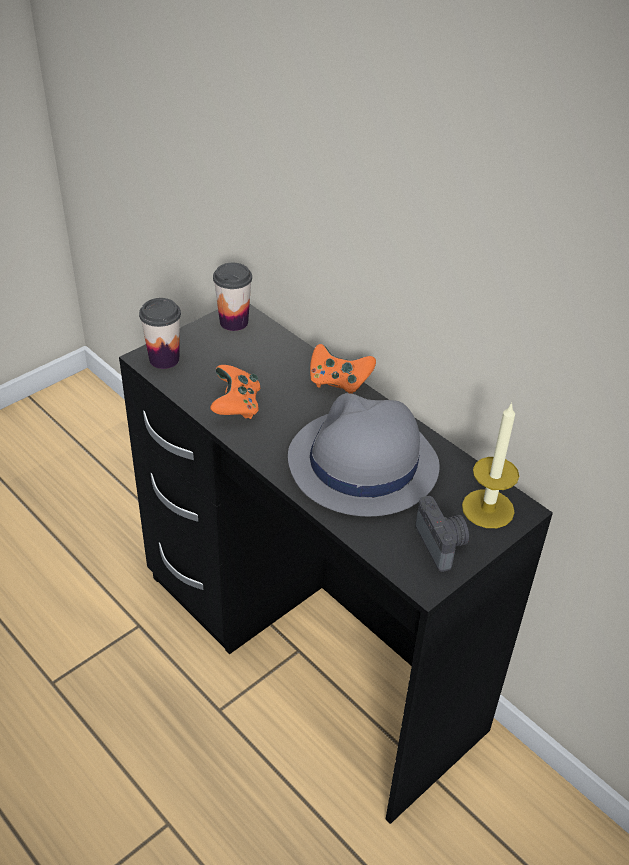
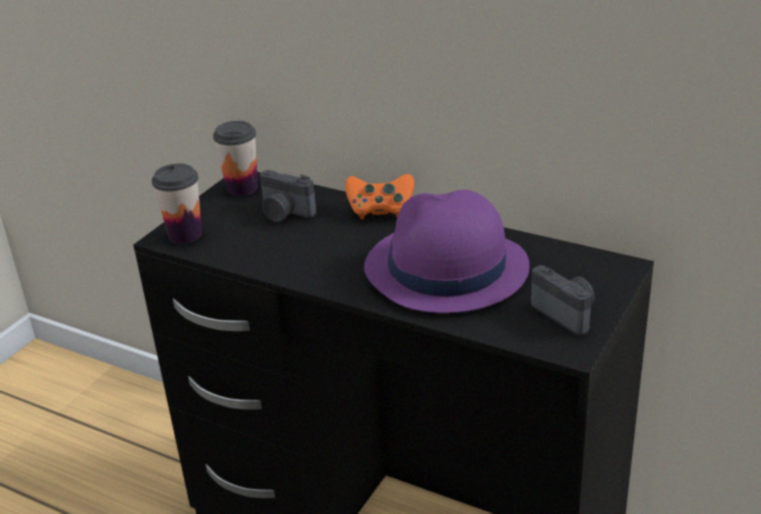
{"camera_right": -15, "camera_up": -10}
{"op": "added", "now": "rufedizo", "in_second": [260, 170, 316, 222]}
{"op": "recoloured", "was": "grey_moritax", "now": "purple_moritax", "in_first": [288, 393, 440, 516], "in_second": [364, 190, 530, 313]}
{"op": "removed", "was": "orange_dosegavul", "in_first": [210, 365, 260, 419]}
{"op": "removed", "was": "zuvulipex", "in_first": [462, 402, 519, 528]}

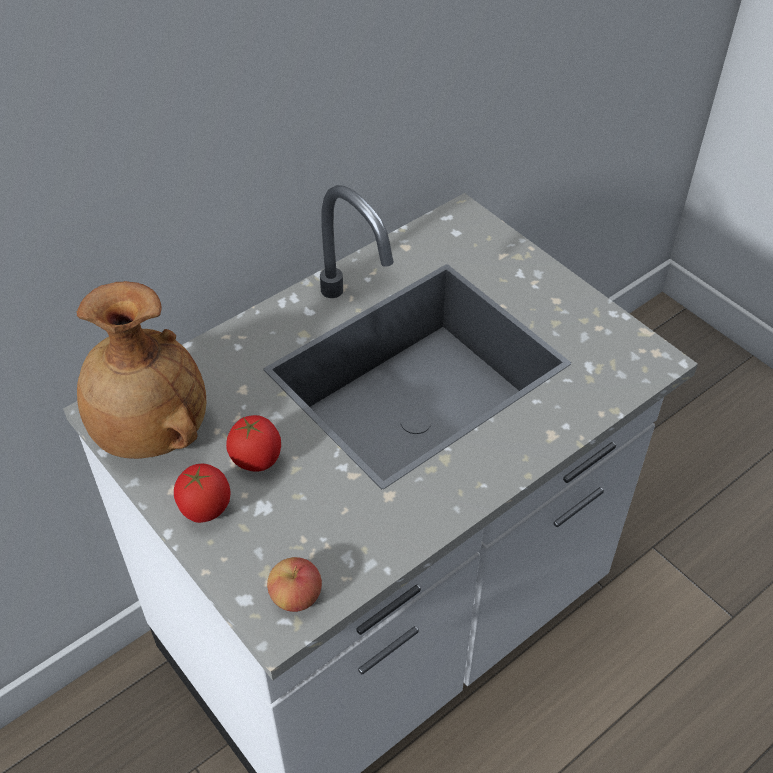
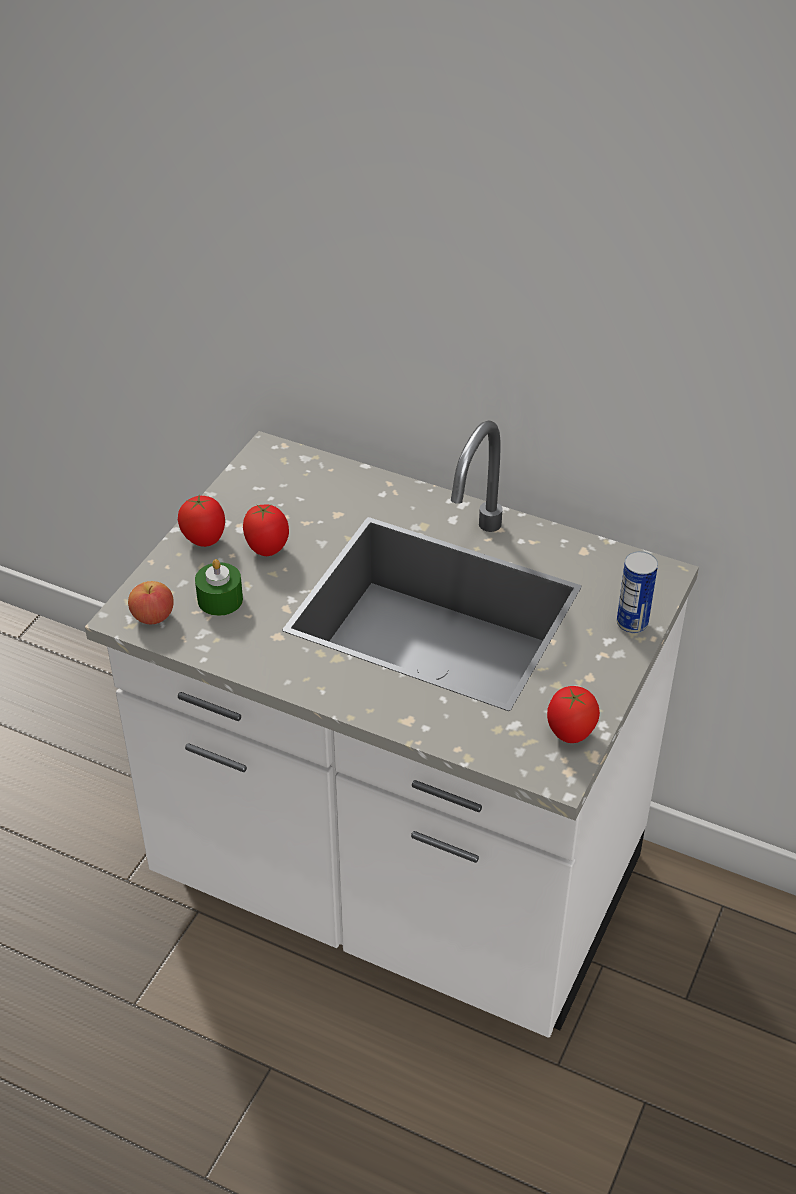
{"camera_right": 65, "camera_up": -5}
{"op": "added", "now": "green_zuvulipex", "in_second": [195, 559, 243, 616]}
{"op": "added", "now": "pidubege", "in_second": [547, 686, 600, 743]}
{"op": "added", "now": "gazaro", "in_second": [617, 551, 658, 633]}
{"op": "removed", "was": "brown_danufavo", "in_first": [77, 281, 207, 459]}

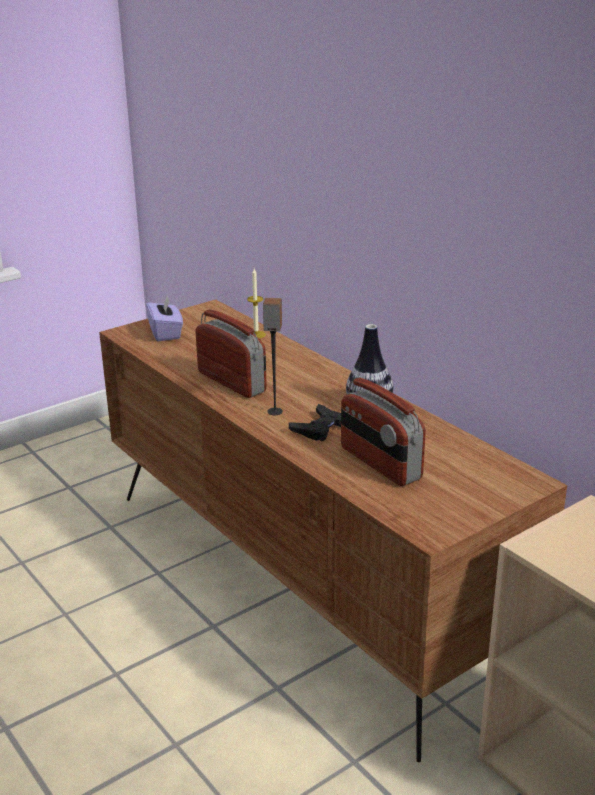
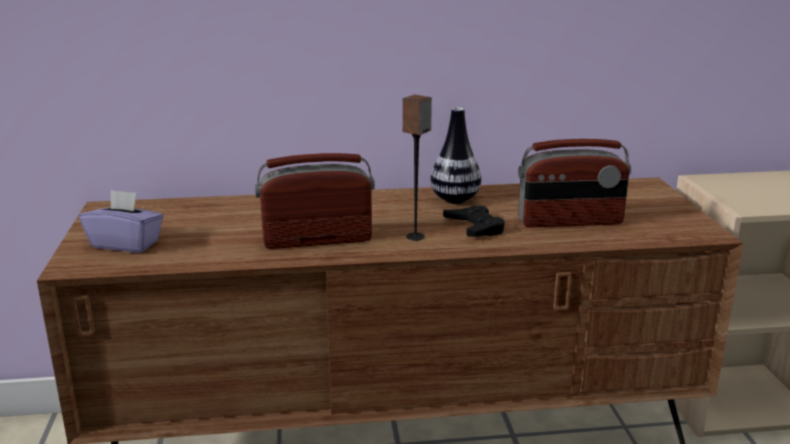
{"camera_right": -60, "camera_up": -5}
{"op": "removed", "was": "zuvulipex", "in_first": [247, 269, 266, 338]}

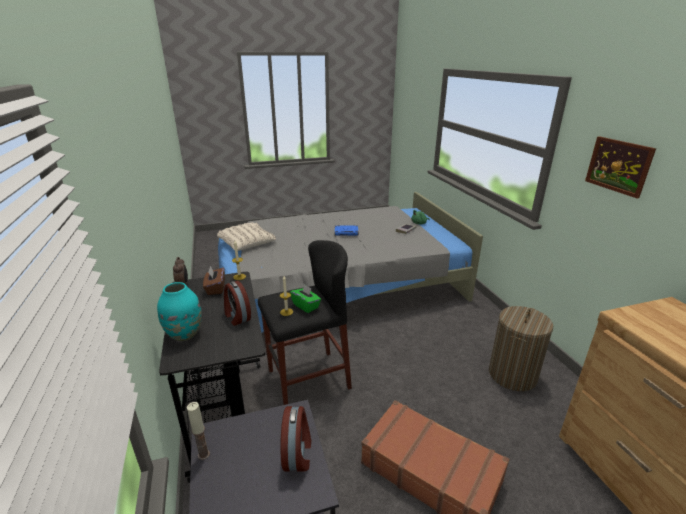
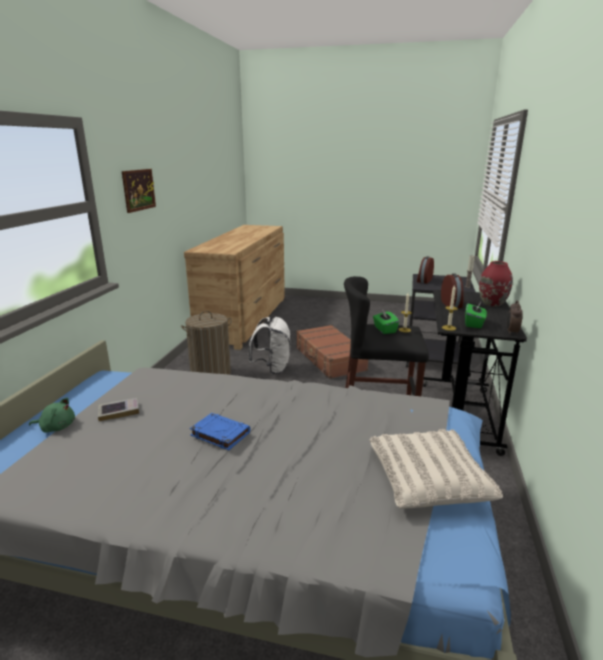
{"camera_right": -150, "camera_up": -5}
{"op": "added", "now": "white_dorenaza", "in_second": [248, 317, 291, 375]}
{"op": "recoloured", "was": "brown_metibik", "now": "green_metibik", "in_first": [203, 266, 225, 295], "in_second": [465, 302, 487, 328]}
{"op": "recoloured", "was": "turquoise_danufavo", "now": "red_danufavo", "in_first": [157, 282, 202, 341], "in_second": [479, 261, 513, 306]}

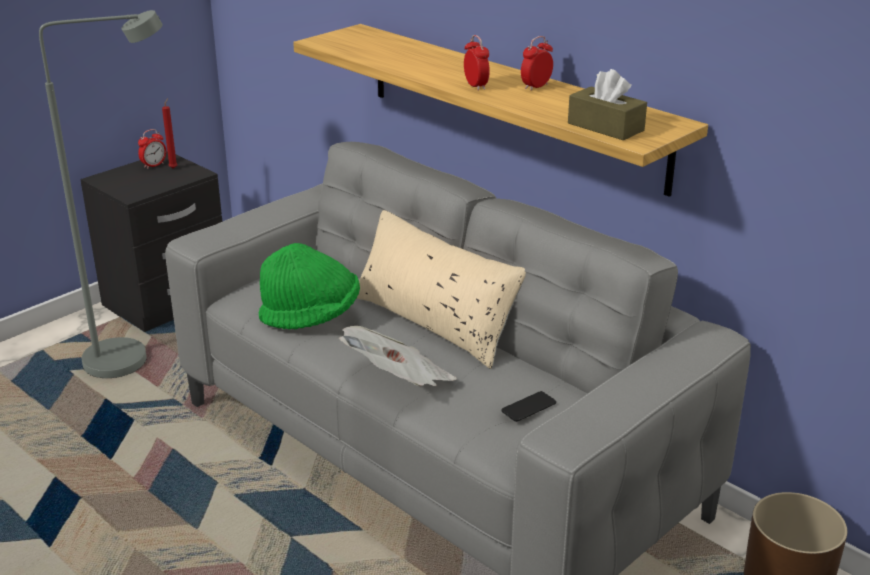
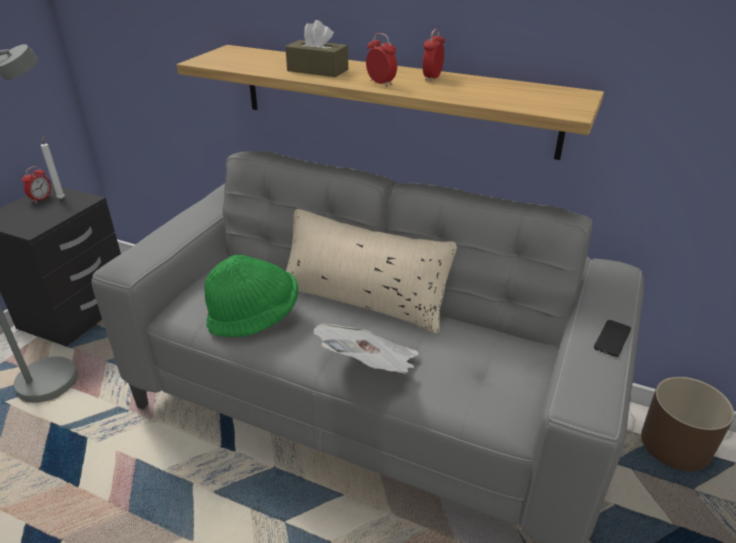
{"camera_right": -20, "camera_up": 5}
{"op": "recoloured", "was": "red_zuvulipex", "now": "white_zuvulipex", "in_first": [162, 98, 178, 169], "in_second": [41, 136, 65, 199]}
{"op": "moved", "was": "brown_metibik", "in_first": [568, 69, 647, 140], "in_second": [285, 20, 348, 77]}
{"op": "moved", "was": "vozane", "in_first": [501, 391, 556, 422], "in_second": [594, 320, 631, 357]}

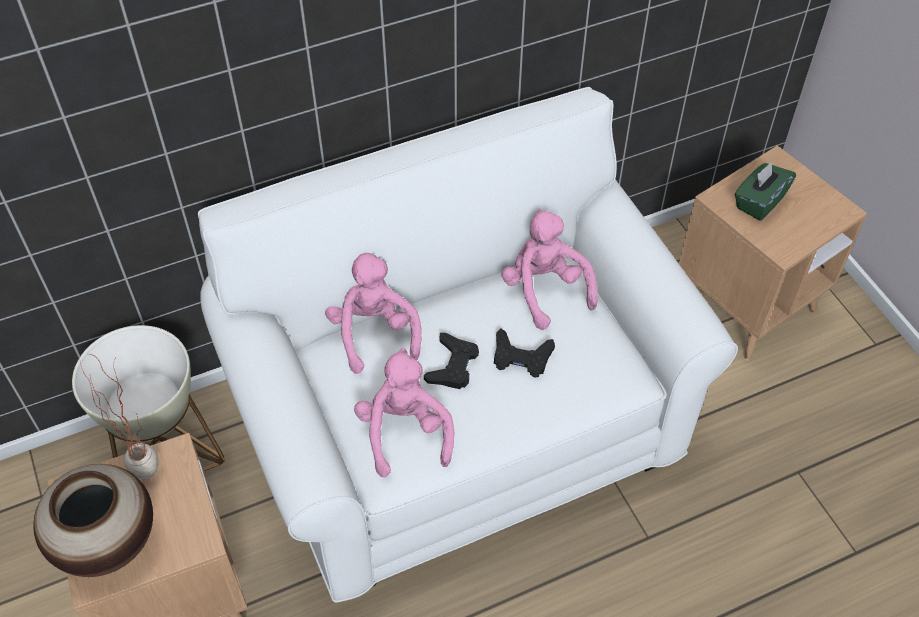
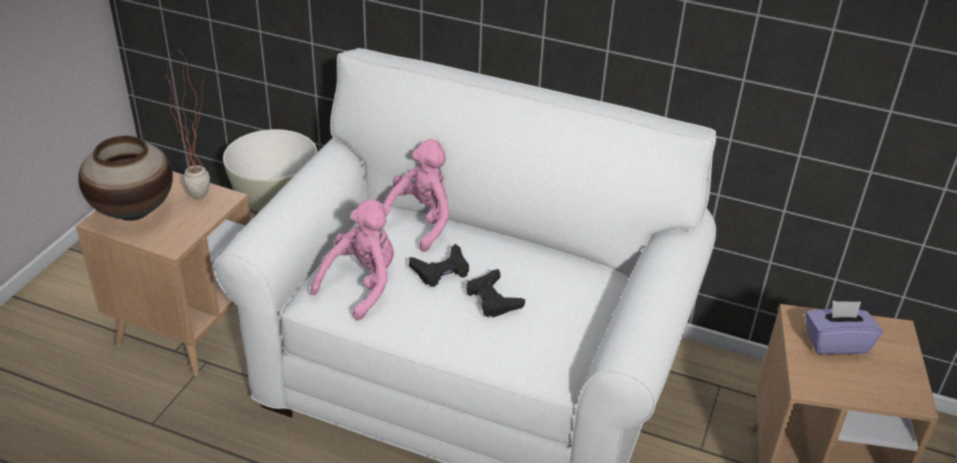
{"camera_right": 45, "camera_up": -15}
{"op": "recoloured", "was": "green_metibik", "now": "purple_metibik", "in_first": [735, 161, 796, 221], "in_second": [805, 301, 883, 354]}
{"op": "removed", "was": "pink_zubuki", "in_first": [501, 209, 598, 330]}

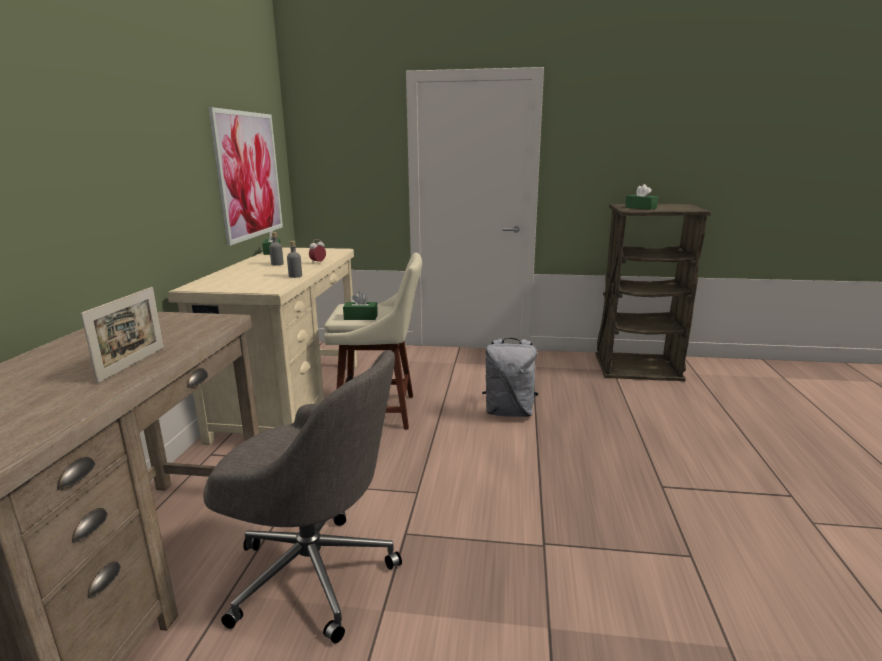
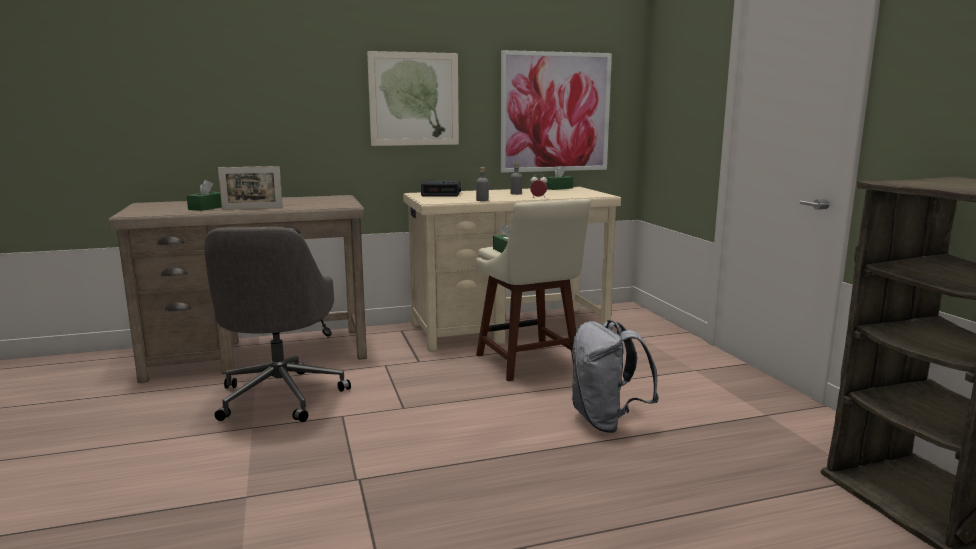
{"camera_right": 65, "camera_up": -5}
{"op": "moved", "was": "green_metibik", "in_first": [625, 184, 658, 210], "in_second": [187, 180, 222, 211]}
{"op": "added", "now": "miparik", "in_second": [367, 51, 459, 146]}
{"op": "added", "now": "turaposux", "in_second": [421, 180, 461, 197]}

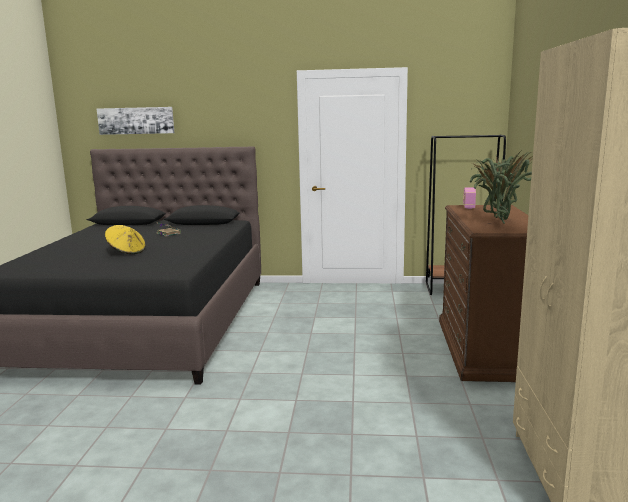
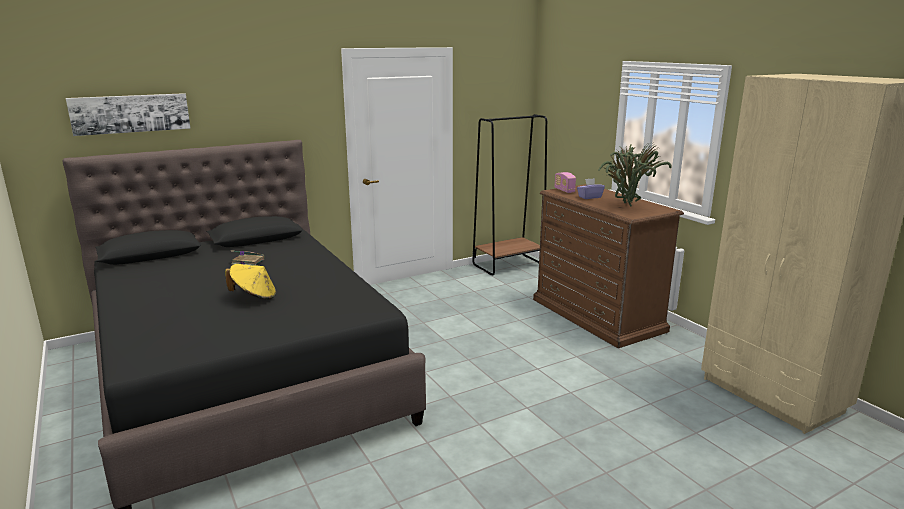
{"camera_right": -35, "camera_up": 5}
{"op": "added", "now": "purple_metibik", "in_second": [577, 178, 605, 199]}

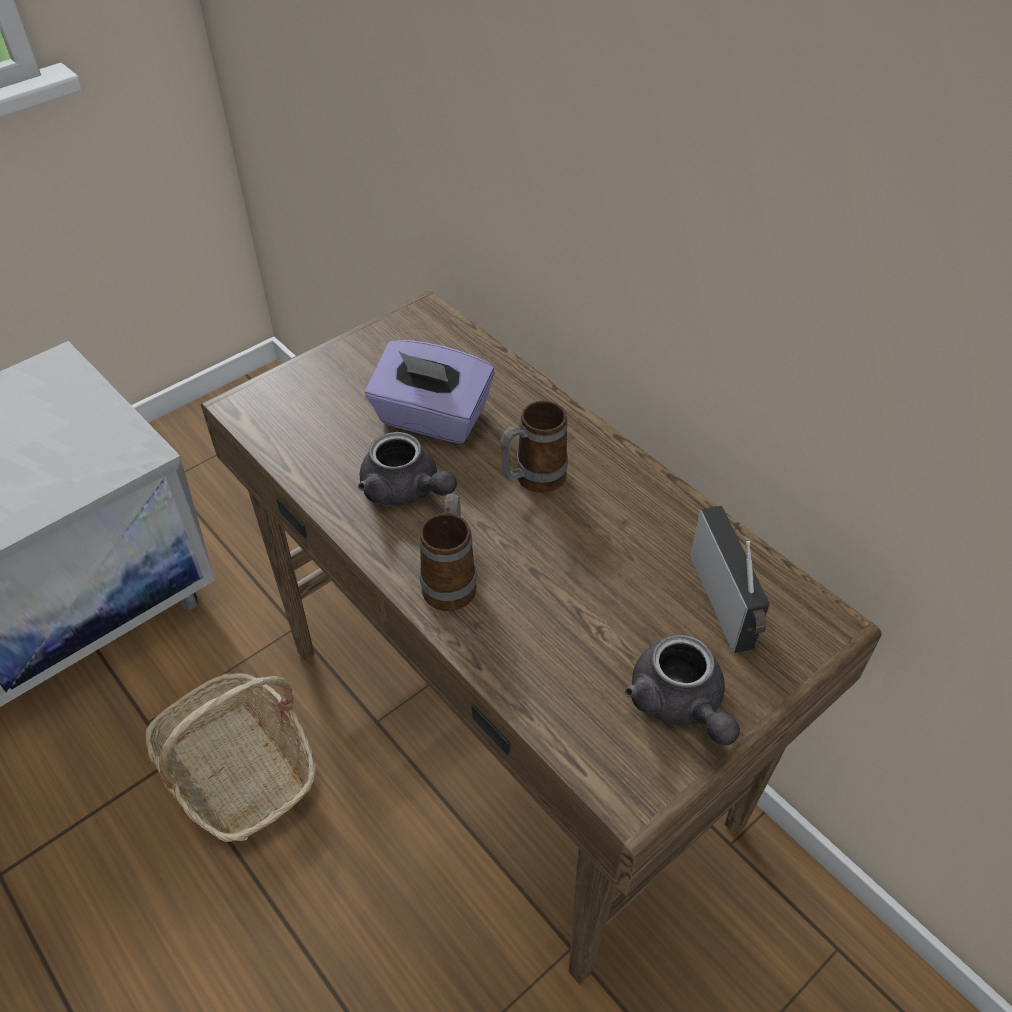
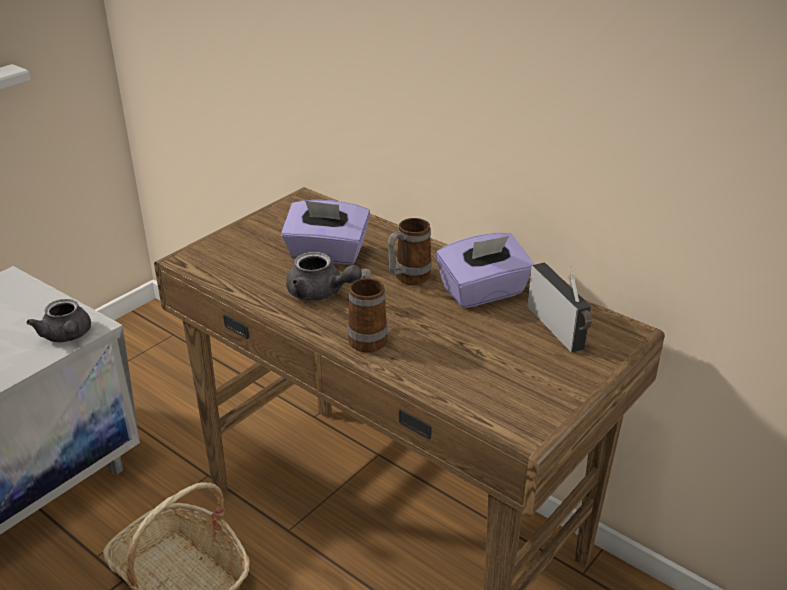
{"camera_right": -10, "camera_up": -15}
{"op": "moved", "was": "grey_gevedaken", "in_first": [625, 634, 740, 745], "in_second": [27, 299, 91, 342]}
{"op": "added", "now": "purple_metibik", "in_second": [436, 232, 535, 308]}

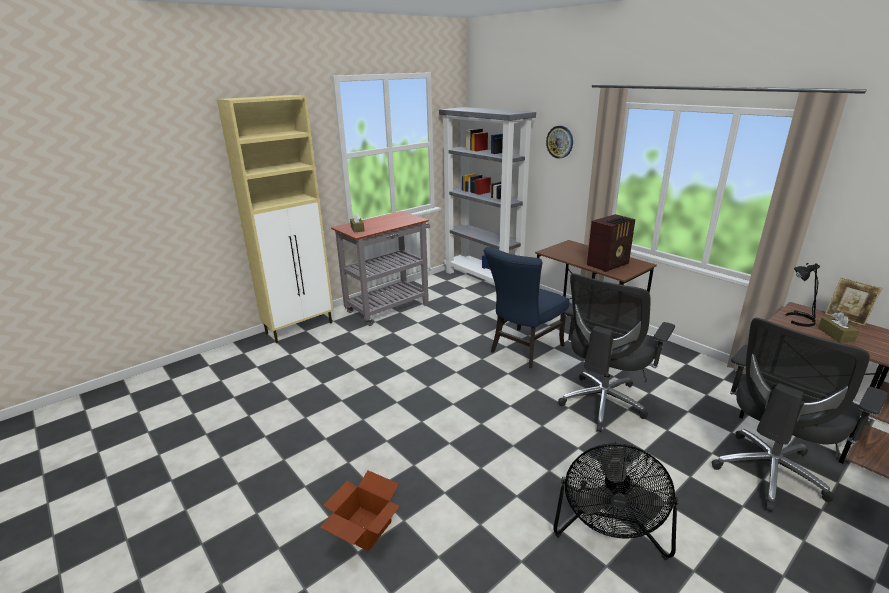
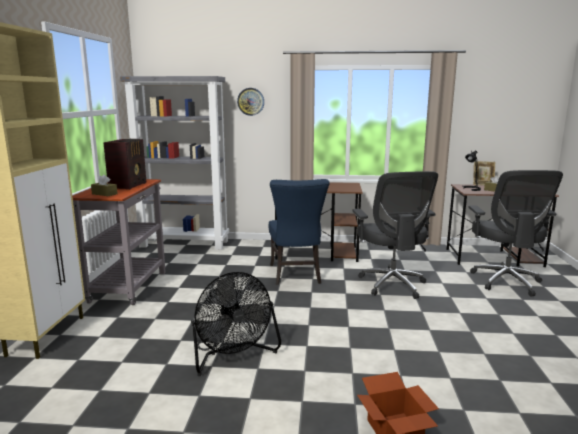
{"camera_right": -45, "camera_up": -10}
{"op": "moved", "was": "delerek", "in_first": [587, 214, 636, 272], "in_second": [103, 139, 146, 190]}
{"op": "moved", "was": "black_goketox", "in_first": [553, 442, 678, 560], "in_second": [191, 272, 281, 376]}

